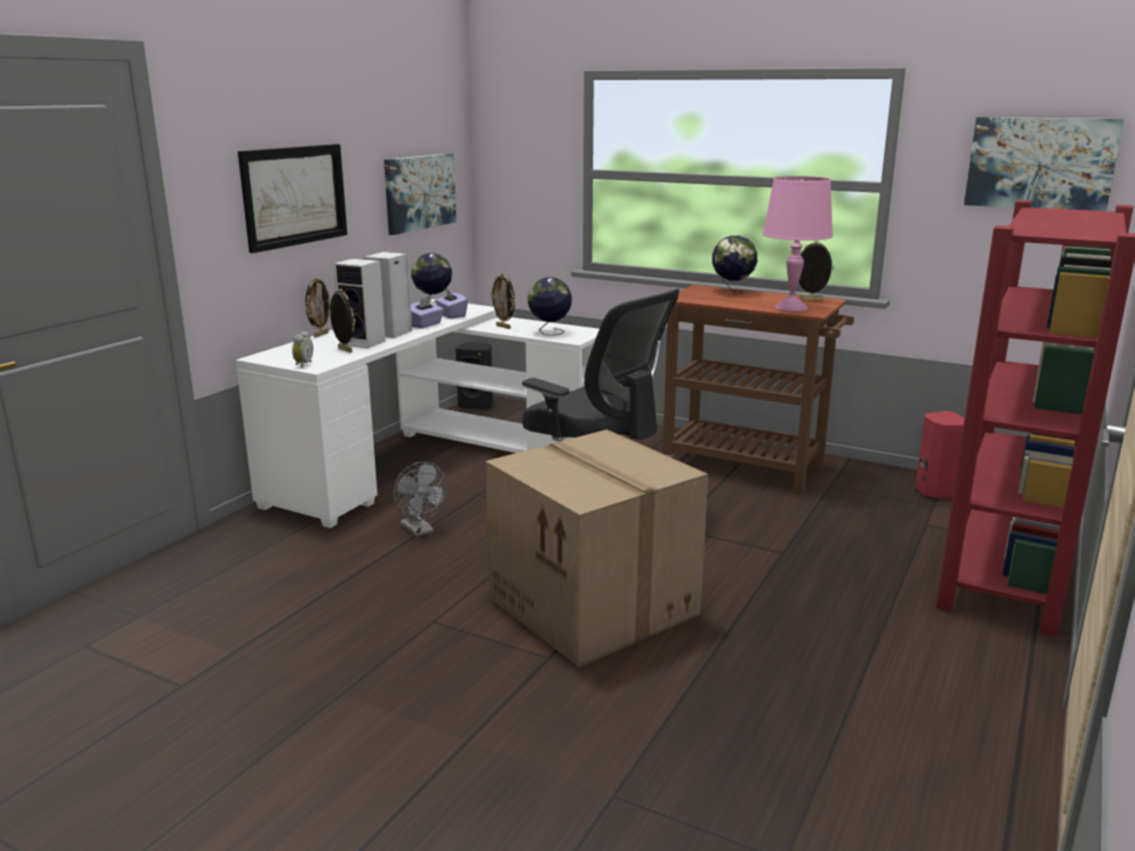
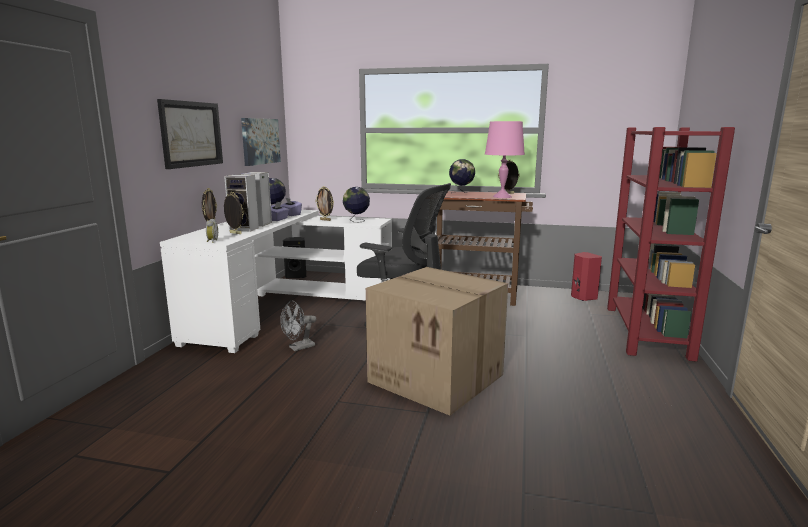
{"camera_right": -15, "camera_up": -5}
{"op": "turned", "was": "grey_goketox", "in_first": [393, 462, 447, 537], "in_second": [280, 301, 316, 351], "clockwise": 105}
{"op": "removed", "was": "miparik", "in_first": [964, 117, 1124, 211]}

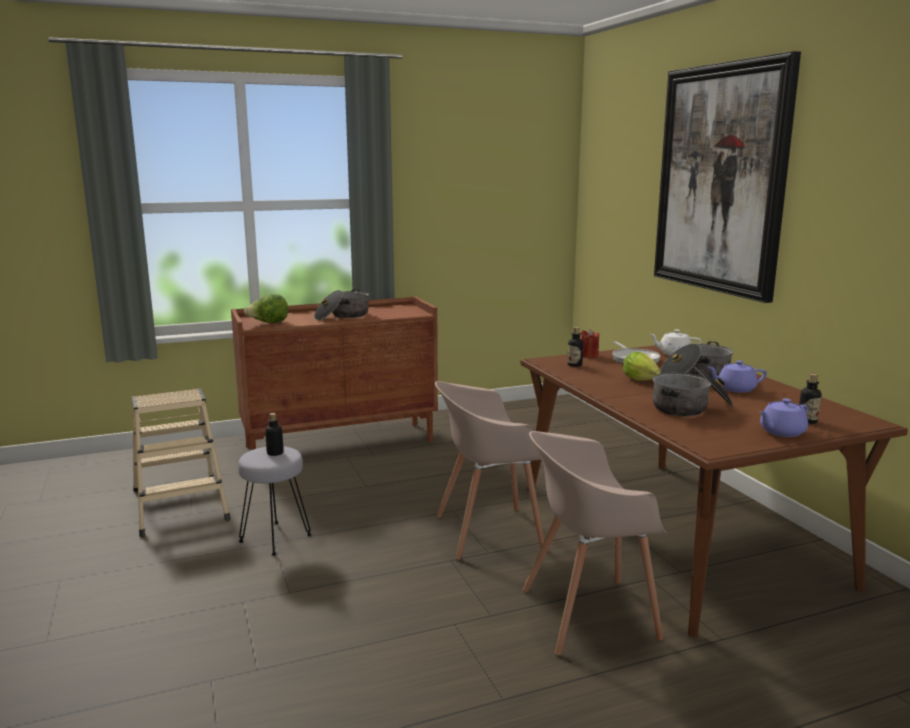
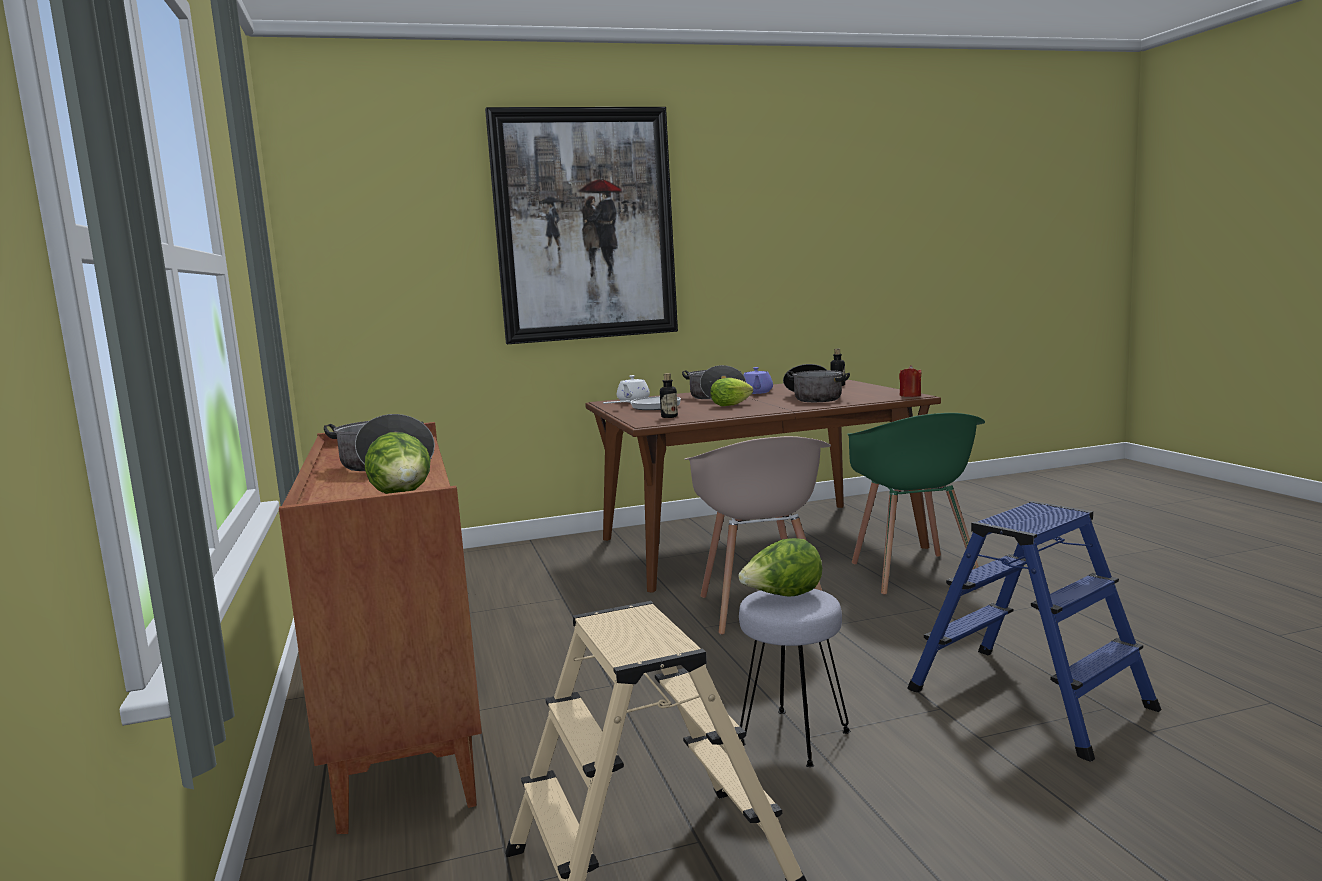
{"camera_right": -85, "camera_up": -5}
{"op": "replaced", "was": "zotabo", "now": "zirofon", "in_first": [265, 413, 283, 456], "in_second": [738, 538, 822, 597]}
{"op": "recoloured", "was": "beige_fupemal", "now": "green_fupemal", "in_first": [523, 431, 666, 655], "in_second": [847, 413, 985, 595]}
{"op": "moved", "was": "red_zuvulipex", "in_first": [581, 329, 599, 358], "in_second": [899, 365, 921, 397]}
{"op": "added", "now": "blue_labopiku", "in_second": [907, 501, 1161, 762]}
{"op": "removed", "was": "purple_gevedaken", "in_first": [760, 398, 808, 437]}

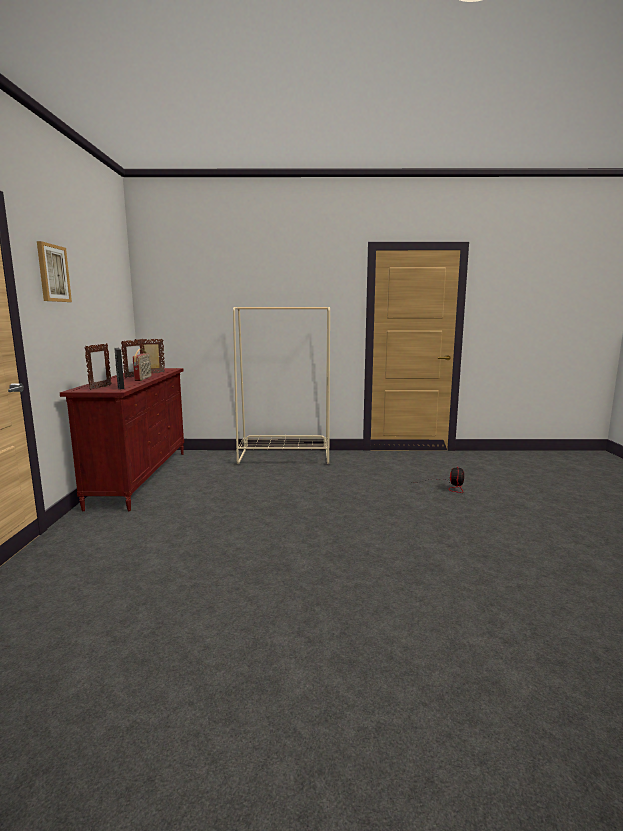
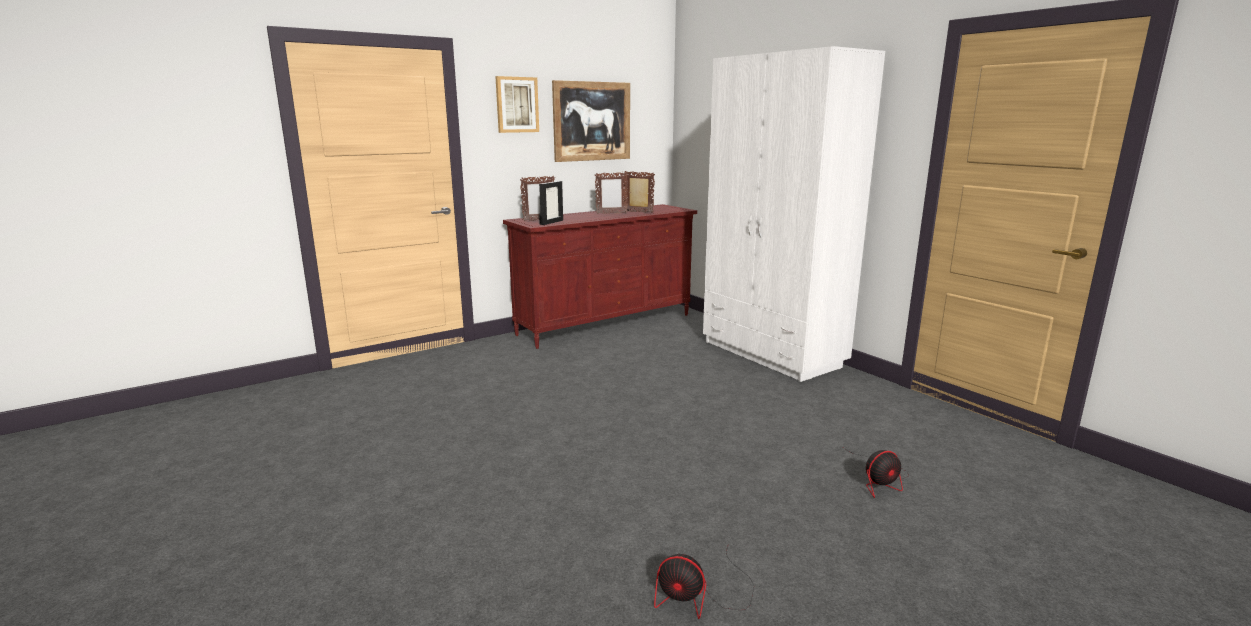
{"camera_right": 55, "camera_up": 5}
{"op": "added", "now": "miparik", "in_second": [552, 80, 630, 162]}
{"op": "added", "now": "goketox", "in_second": [654, 546, 754, 619]}
{"op": "replaced", "was": "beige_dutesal", "now": "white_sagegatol", "in_first": [233, 307, 330, 464], "in_second": [703, 46, 885, 382]}
{"op": "removed", "was": "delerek", "in_first": [133, 349, 151, 381]}

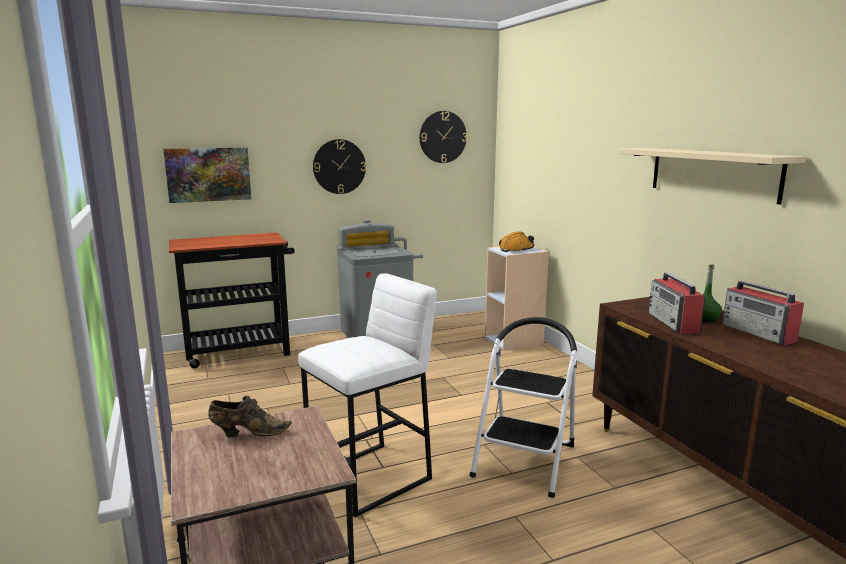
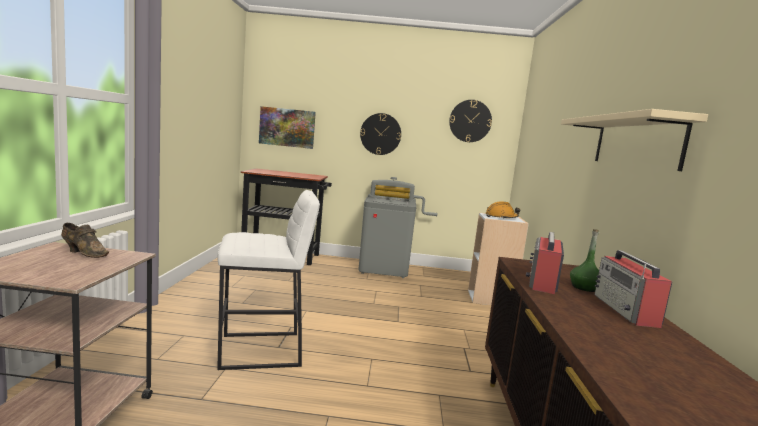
{"camera_right": 25, "camera_up": -5}
{"op": "removed", "was": "labopiku", "in_first": [469, 317, 577, 498]}

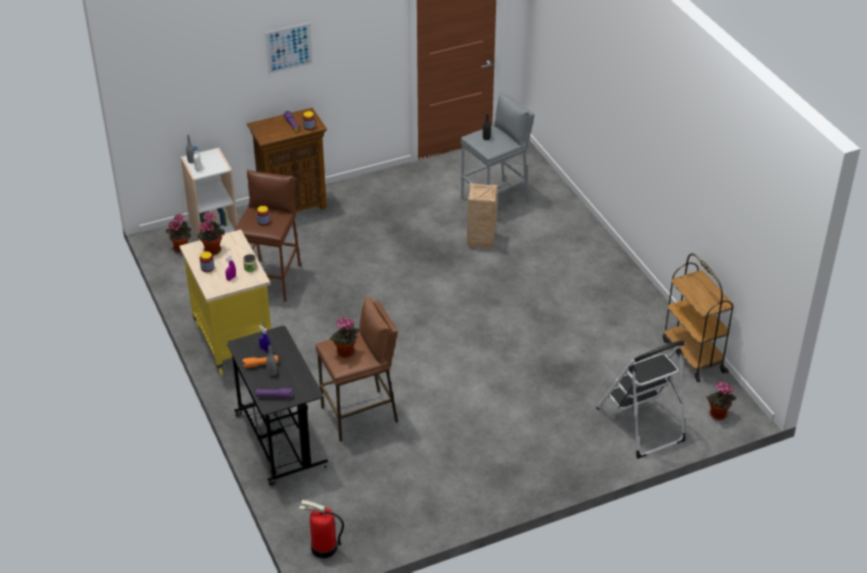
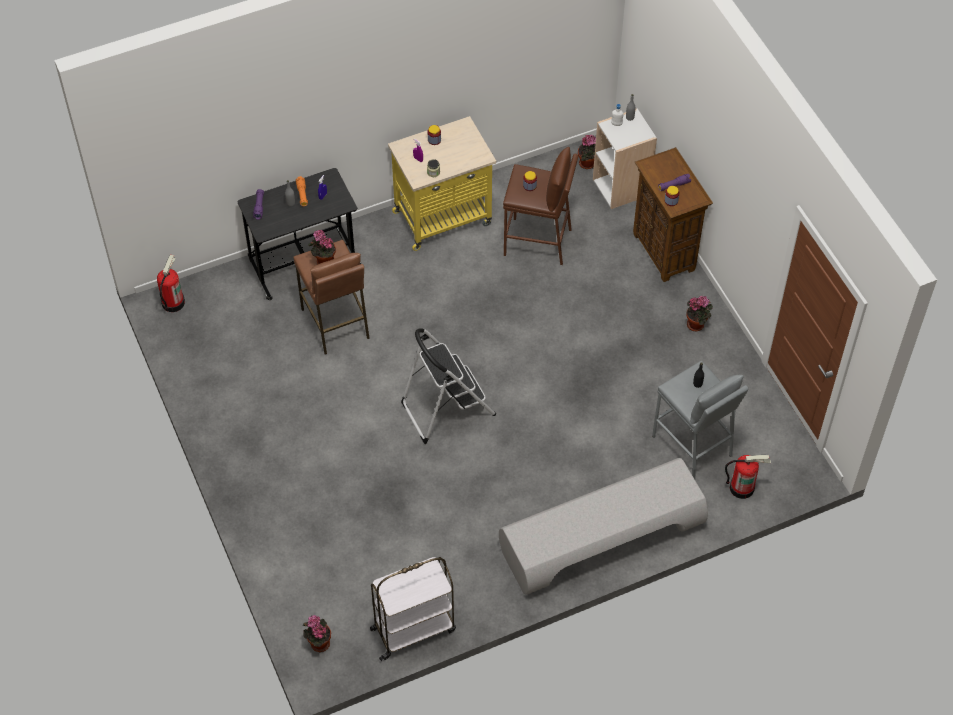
{"camera_right": 90, "camera_up": 15}
{"op": "recoloured", "was": "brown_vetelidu", "now": "white_vetelidu", "in_first": [663, 253, 734, 382], "in_second": [370, 557, 456, 661]}
{"op": "moved", "was": "labopiku", "in_first": [596, 340, 685, 459], "in_second": [401, 328, 496, 444]}
{"op": "added", "now": "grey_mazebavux", "in_second": [499, 458, 708, 595]}
{"op": "moved", "was": "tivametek", "in_first": [197, 212, 225, 255], "in_second": [686, 296, 713, 332]}
{"op": "added", "now": "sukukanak", "in_second": [725, 455, 771, 499]}
{"op": "removed", "was": "miparik", "in_first": [265, 22, 313, 75]}
{"op": "removed", "was": "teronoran", "in_first": [467, 183, 497, 249]}

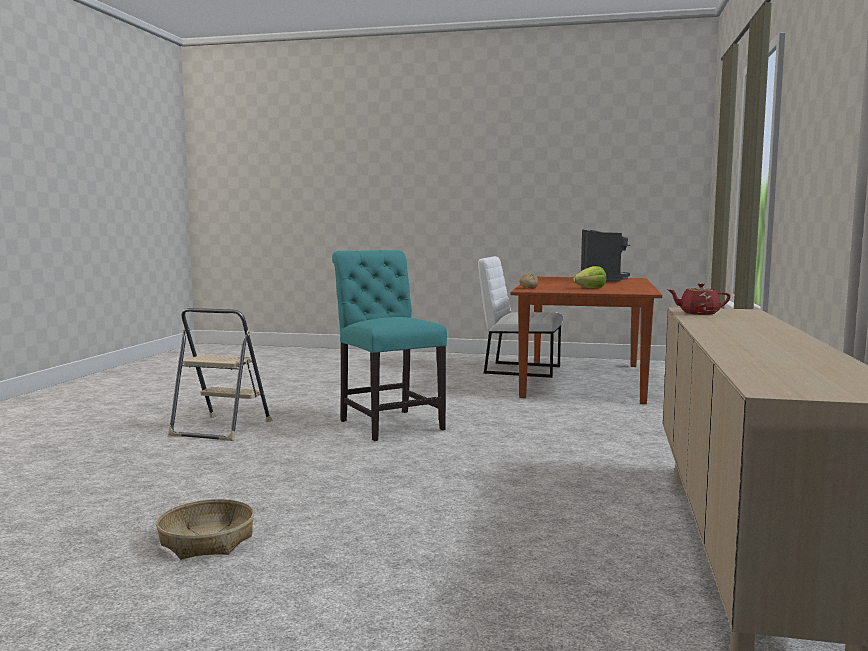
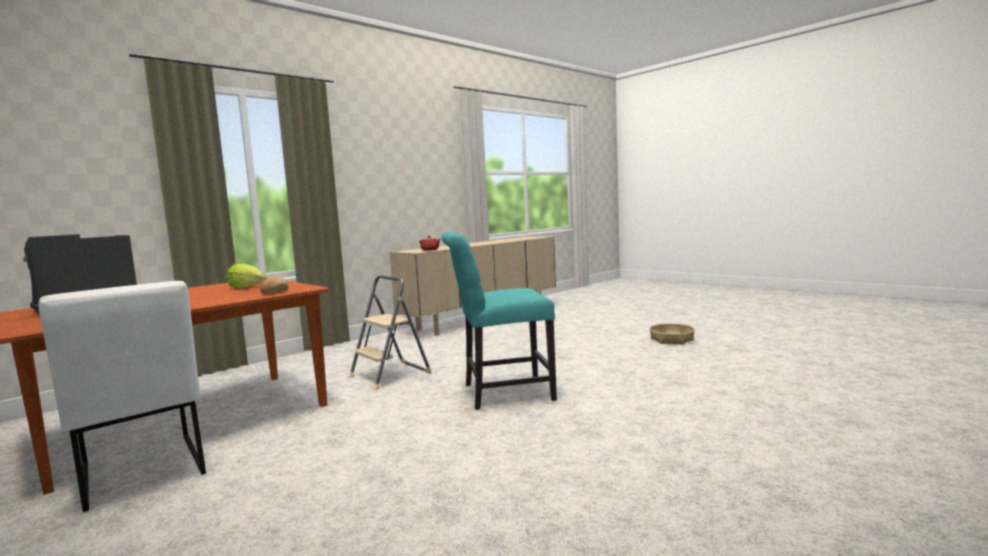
{"camera_right": -145, "camera_up": 0}
{"op": "moved", "was": "beige_labopiku", "in_first": [168, 308, 273, 441], "in_second": [347, 275, 432, 391]}
{"op": "turned", "was": "turquoise_fupemal", "in_first": [332, 250, 447, 442], "in_second": [442, 232, 557, 410], "clockwise": 75}

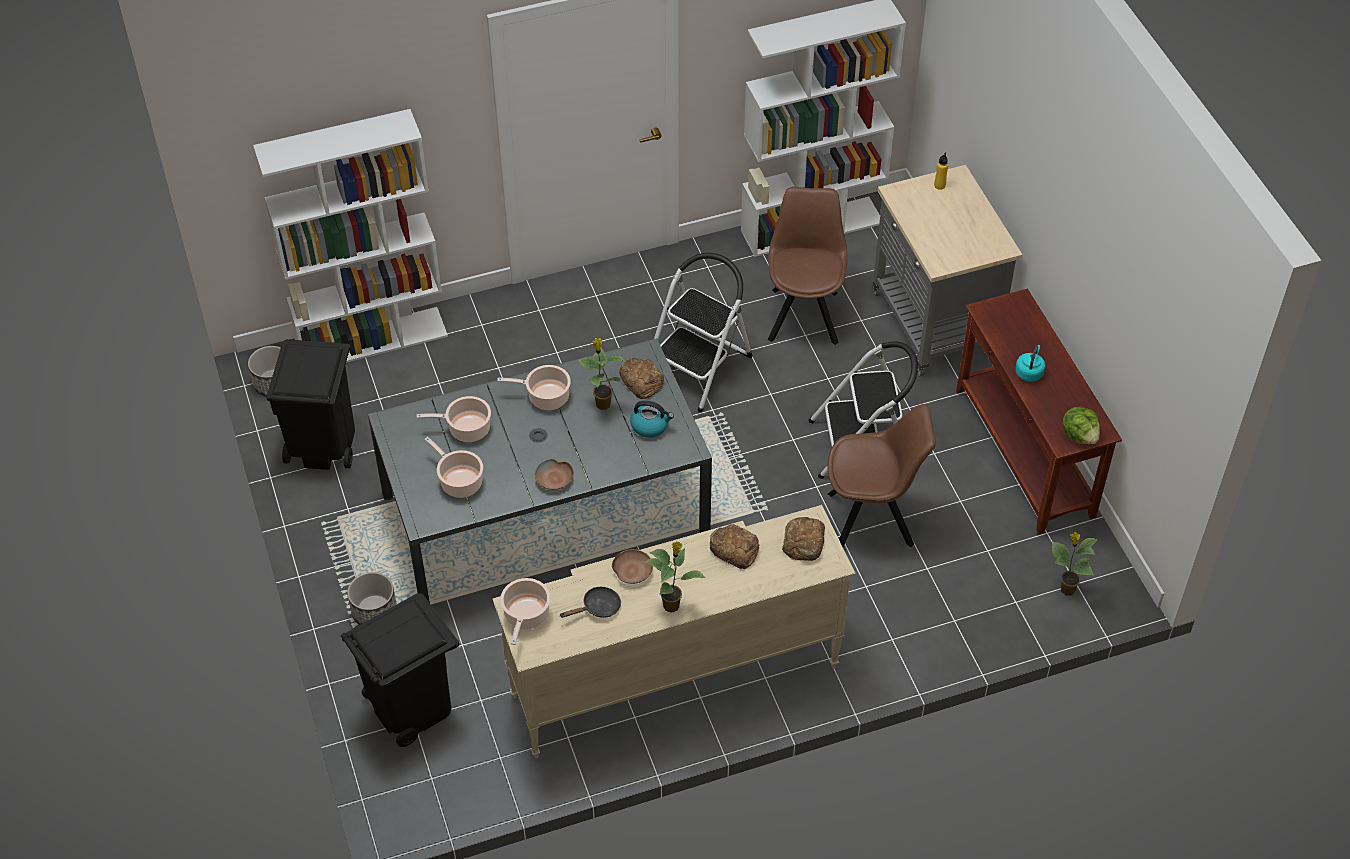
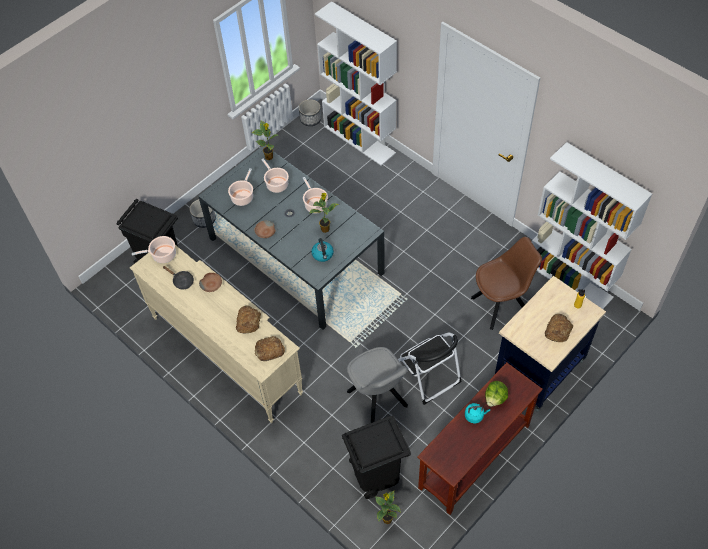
{"camera_right": 65, "camera_up": 5}
{"op": "moved", "was": "tivametek", "in_first": [643, 541, 706, 613], "in_second": [252, 121, 279, 160]}
{"op": "moved", "was": "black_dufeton", "in_first": [266, 339, 355, 470], "in_second": [342, 416, 411, 499]}
{"op": "recoloured", "was": "brown_fupemal", "now": "grey_fupemal", "in_first": [828, 404, 936, 547], "in_second": [347, 347, 408, 423]}
{"op": "moved", "was": "zirofon", "in_first": [1063, 407, 1100, 444], "in_second": [485, 381, 508, 407]}
{"op": "recoloured", "was": "grey_vetelidu", "now": "blue_vetelidu", "in_first": [872, 165, 1023, 376], "in_second": [495, 276, 606, 412]}
{"op": "moved", "was": "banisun", "in_first": [619, 357, 664, 399], "in_second": [545, 314, 573, 342]}
{"op": "removed", "was": "labopiku", "in_first": [654, 253, 753, 412]}

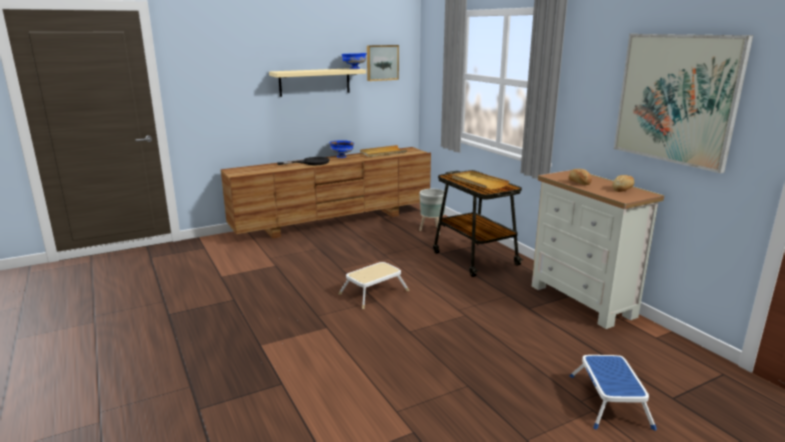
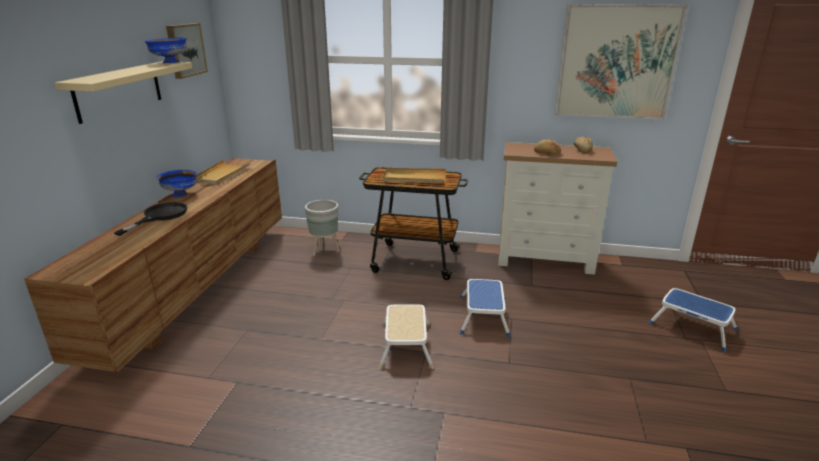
{"camera_right": -50, "camera_up": 5}
{"op": "added", "now": "blue_labopiku", "in_second": [460, 279, 511, 338]}

